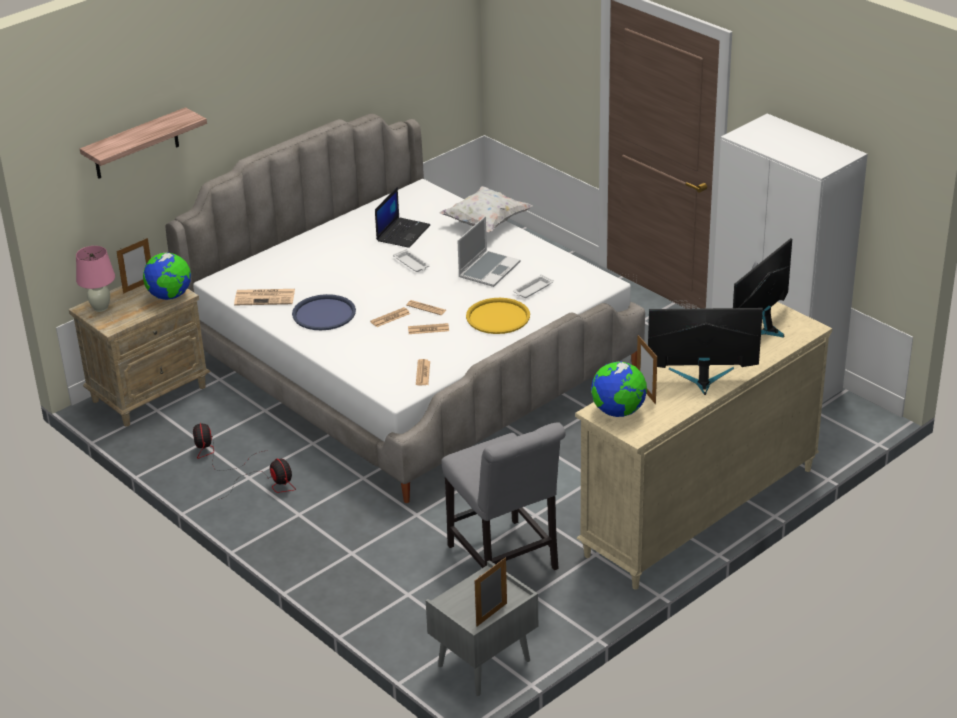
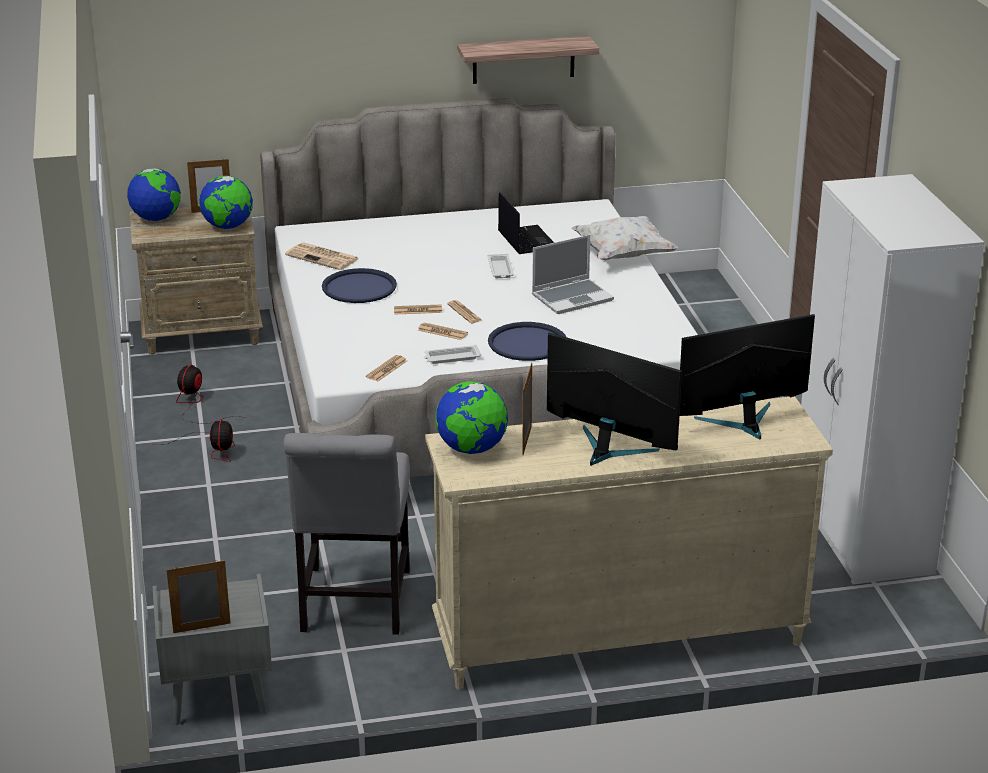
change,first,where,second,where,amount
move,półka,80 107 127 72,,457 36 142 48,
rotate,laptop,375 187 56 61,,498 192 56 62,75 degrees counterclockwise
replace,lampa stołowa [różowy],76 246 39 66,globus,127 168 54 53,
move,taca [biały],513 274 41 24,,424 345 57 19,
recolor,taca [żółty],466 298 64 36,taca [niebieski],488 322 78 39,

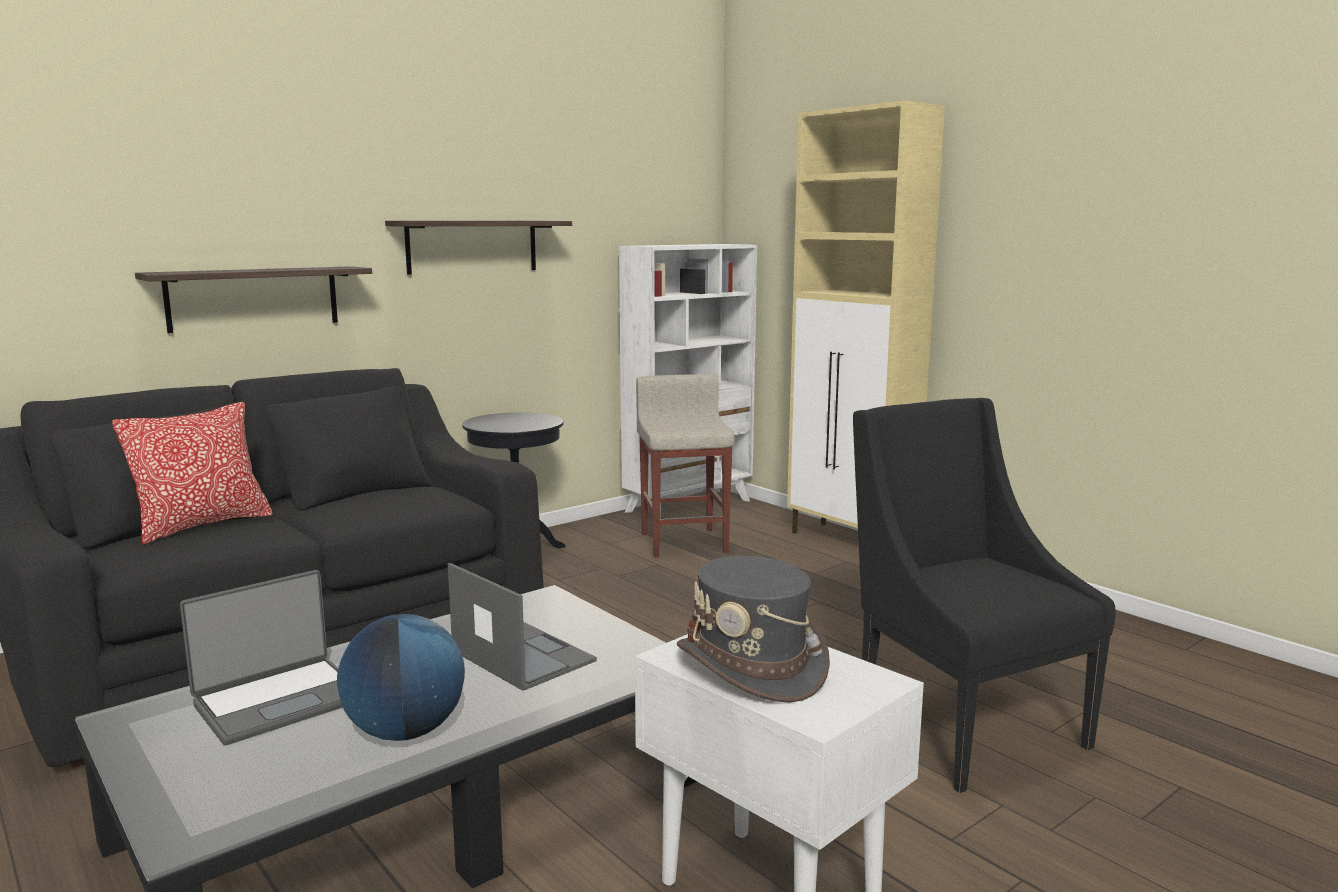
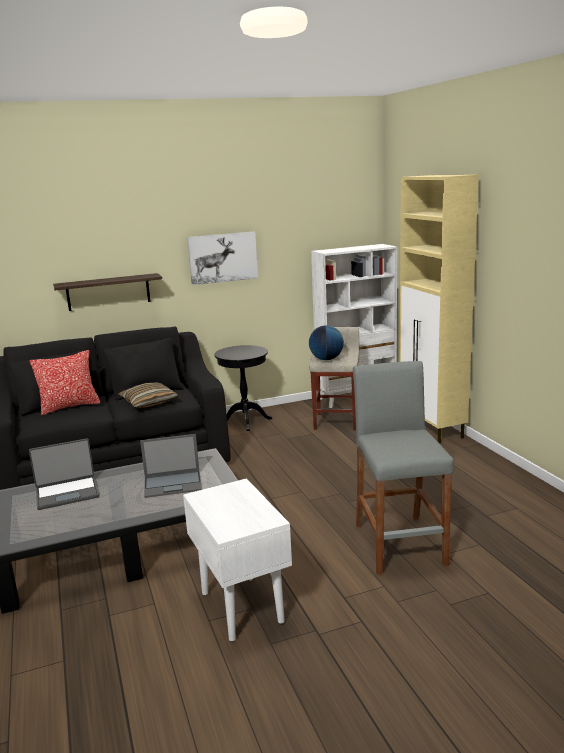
change,first,where,second,where,amount
replace,półka,385 221 187 54,obraz,187 232 71 53,
replace,fotel [czarny],853 398 263 395,stołek [szary],353 361 101 214,
delete,kapelusz [szary],677 556 153 147,,,
rotate,laptop,448 563 149 128,,140 434 62 64,105 degrees clockwise
move,globus,337 614 128 127,,309 325 35 35,
insert,,,poduszka,118 382 60 26,

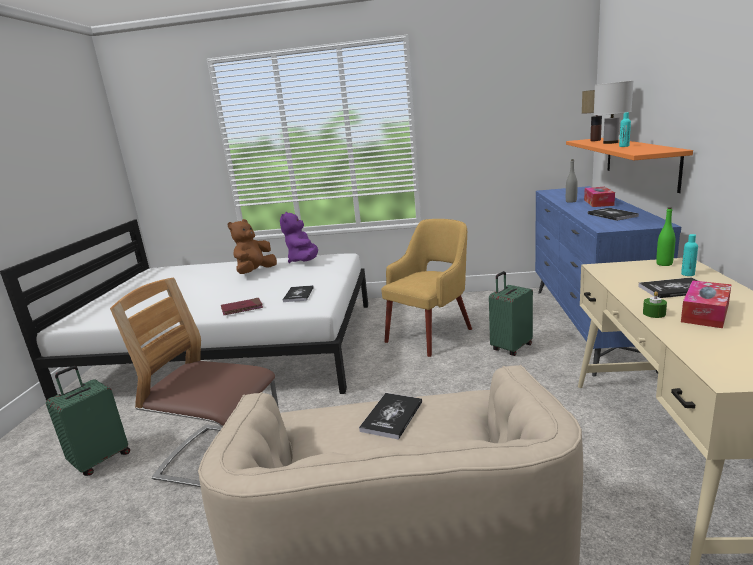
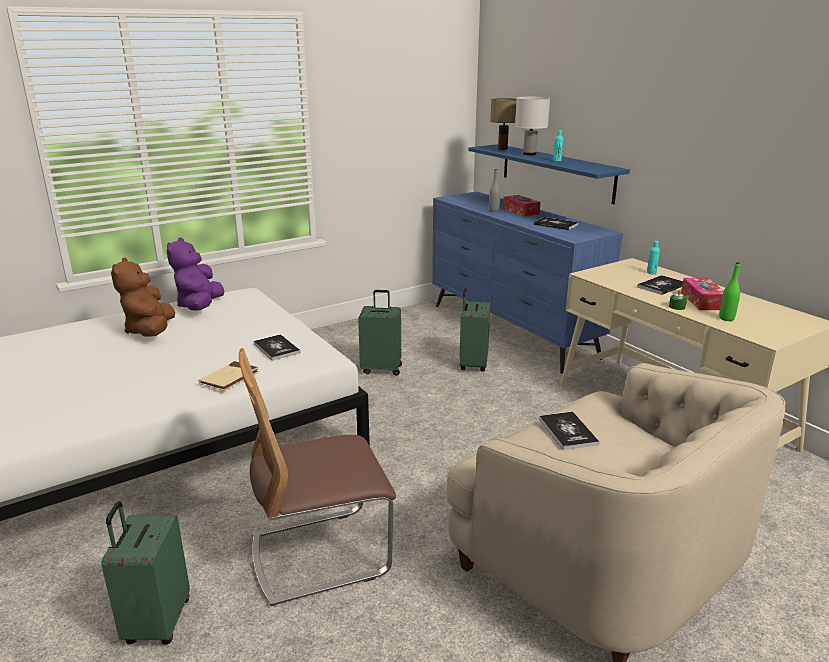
change,first,where,second,where,amount
recolor,półka [pomarańczowy],566 138 127 55,półka [niebieski],469 144 161 60,
move,butelka [zielony],656 207 19 59,,719 262 21 59,
rotate,pluszak [fioletowy],280 212 38 51,,167 237 57 73,45 degrees clockwise
replace,fotel [żółty],381 219 91 138,walizka [zielony],358 290 44 86,
recolor,książka [czerwony],221 298 42 17,książka [beżowy],199 361 60 30,

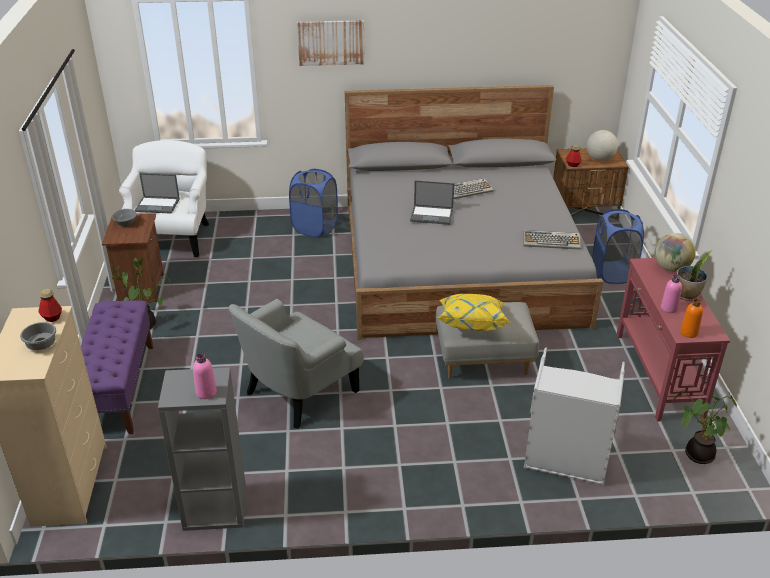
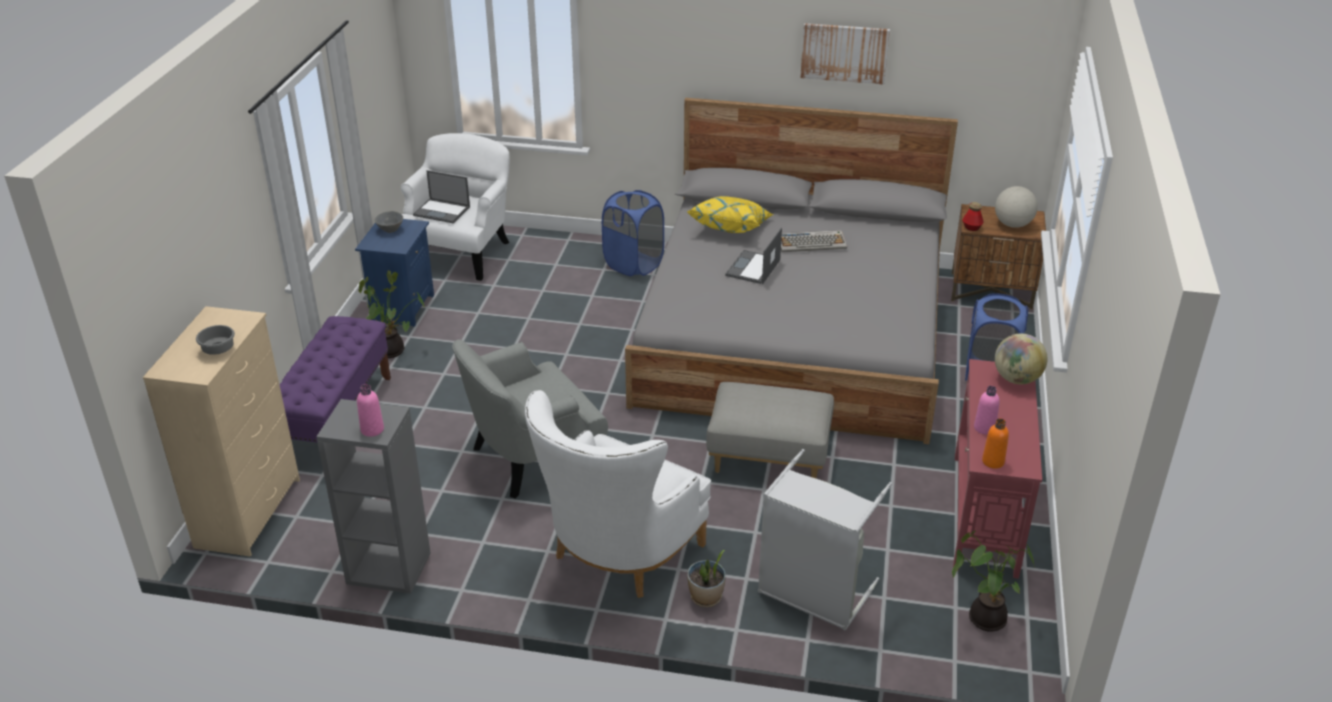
change,first,where,second,where,amount
move,obraz,297 20 68 46,,800 23 90 62,
rotate,laptop,410 180 44 45,,725 228 57 56,90 degrees clockwise
recolor,szafka nocna [brązowy],102 214 62 88,szafka nocna [niebieski],355 219 79 108,
delete,klawiatura,523 230 58 20,,,
move,roślina doniczkowa,676 251 36 50,,687 550 39 57,
delete,butelka,38 289 24 33,,,
move,poduszka [żółty],437 294 73 37,,686 196 87 37,
insert,,,fotel [biały],525 390 186 208,

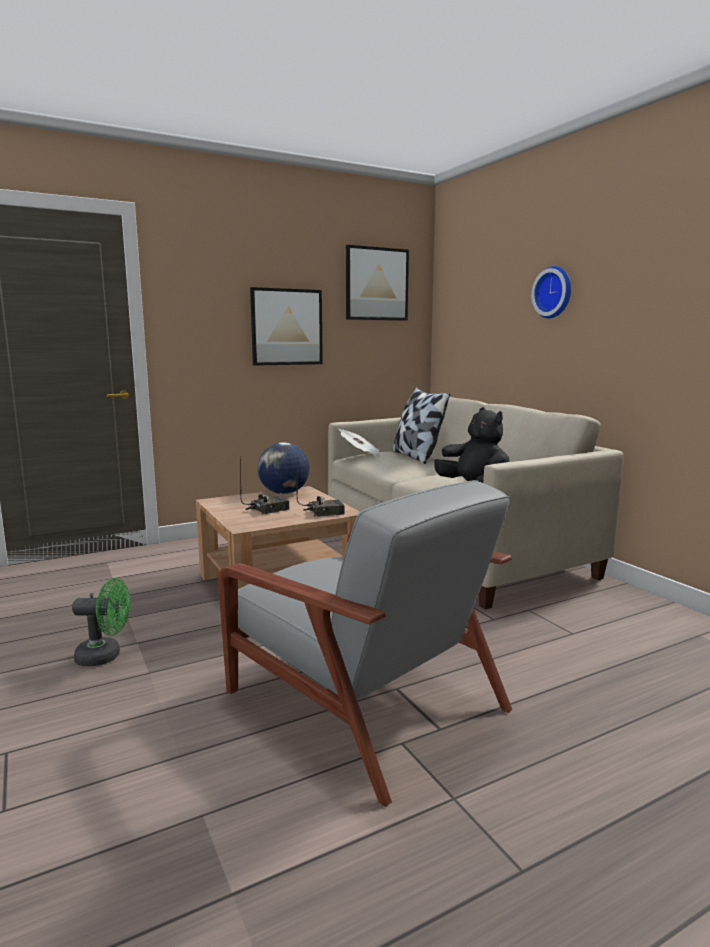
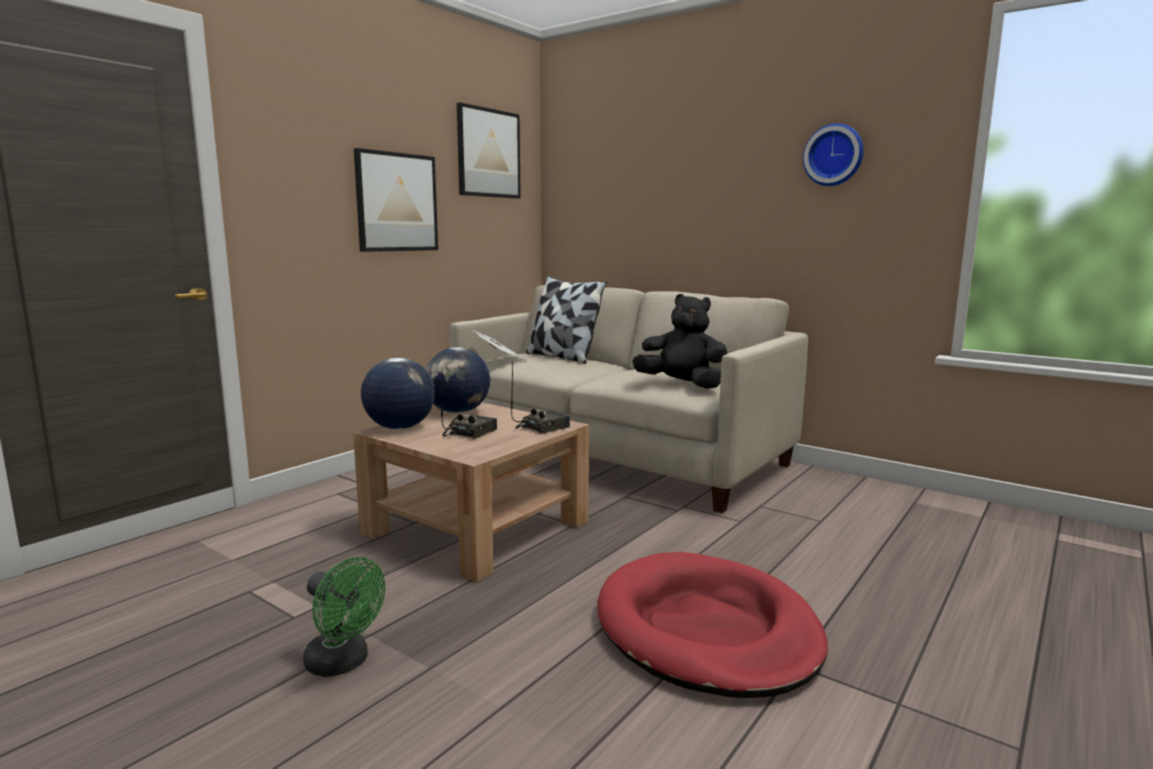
change,first,where,second,where,amount
move,zegar ścienny,531 266 40 52,,803 123 61 63,
replace,fotel [szary],218 480 294 327,legowisko [czerwony],597 552 231 146,
rotate,wentylator [zielony],72 578 58 88,,303 557 82 120,60 degrees clockwise
insert,,,globus,361 357 74 72,

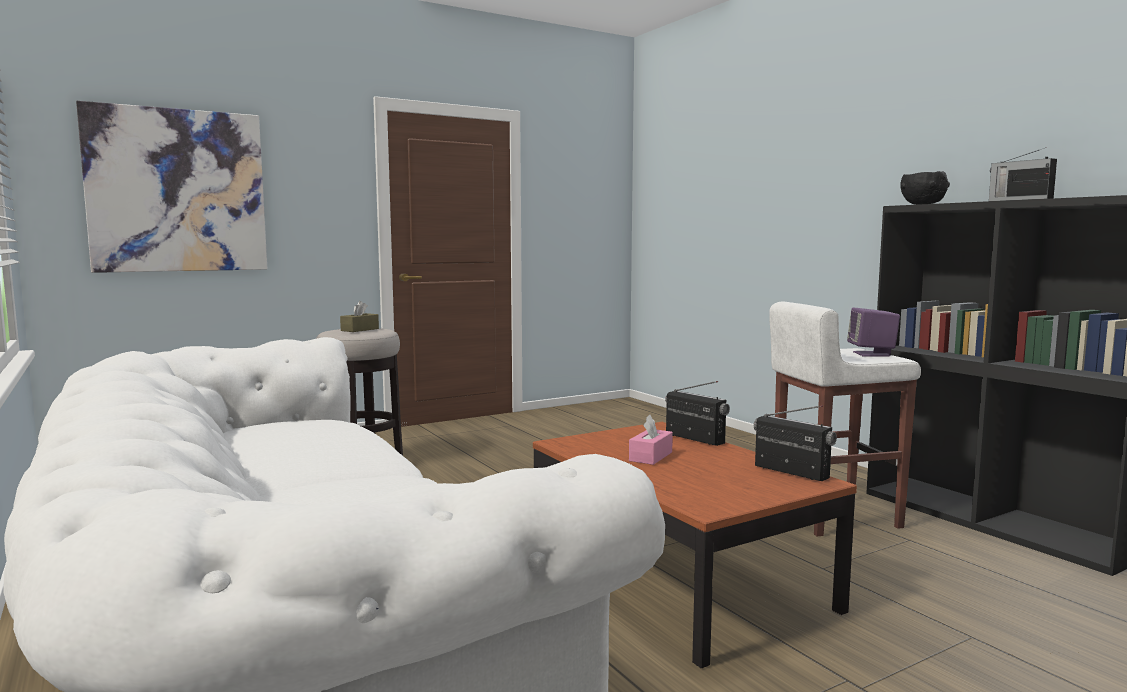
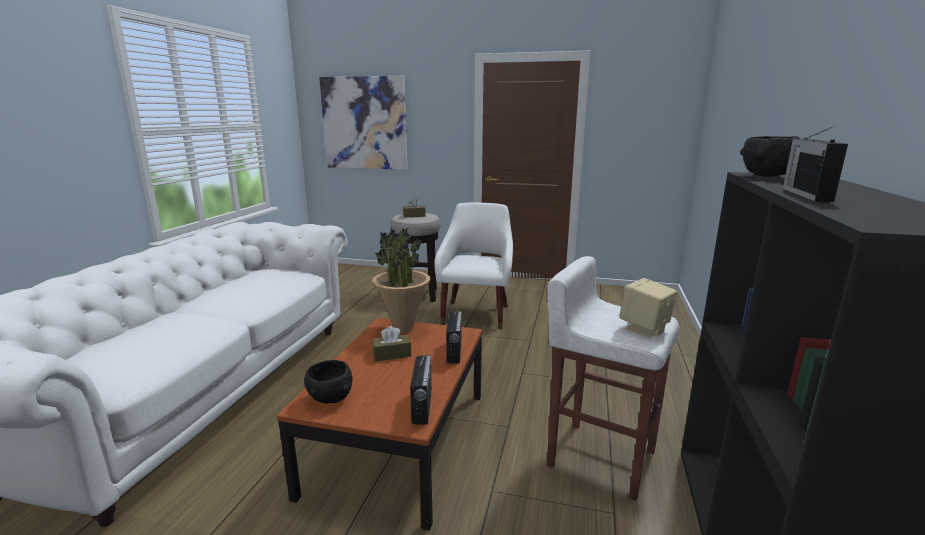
change,first,where,second,where,amount
recolor,głośnik [fioletowy],847 308 53 49,głośnik [beżowy],619 278 58 59,
recolor,pudełko chusteczek [różowy],629 415 44 50,pudełko chusteczek [brązowy],372 326 39 35,
insert,,,fotel [biały],434 203 79 126,
insert,,,roślina doniczkowa,372 227 58 106,
insert,,,miska [czarny],304 360 49 44,

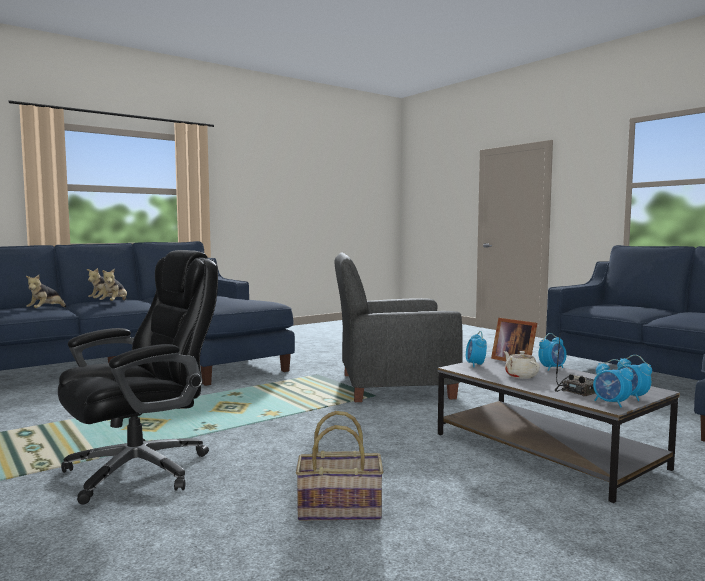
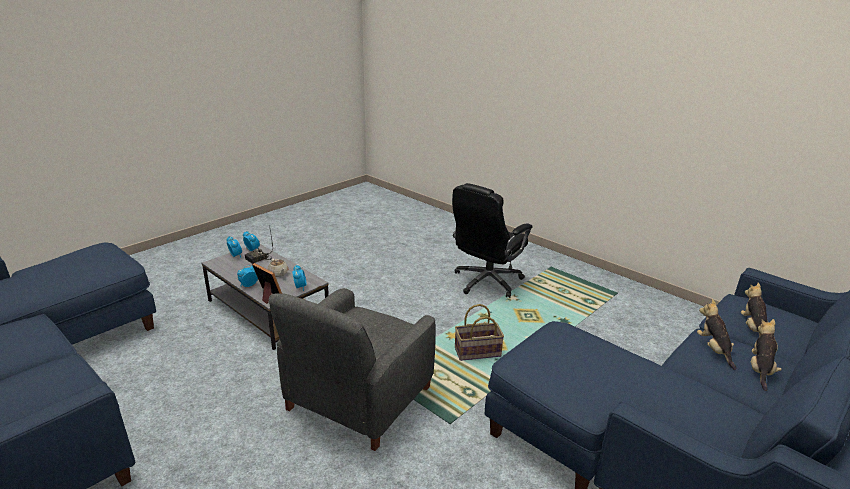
change,first,where,second,where,amount
rotate,fotel [szary],334 252 129 150,,269 288 166 163,135 degrees clockwise
move,koszyk,296 411 87 109,,455 304 49 57,

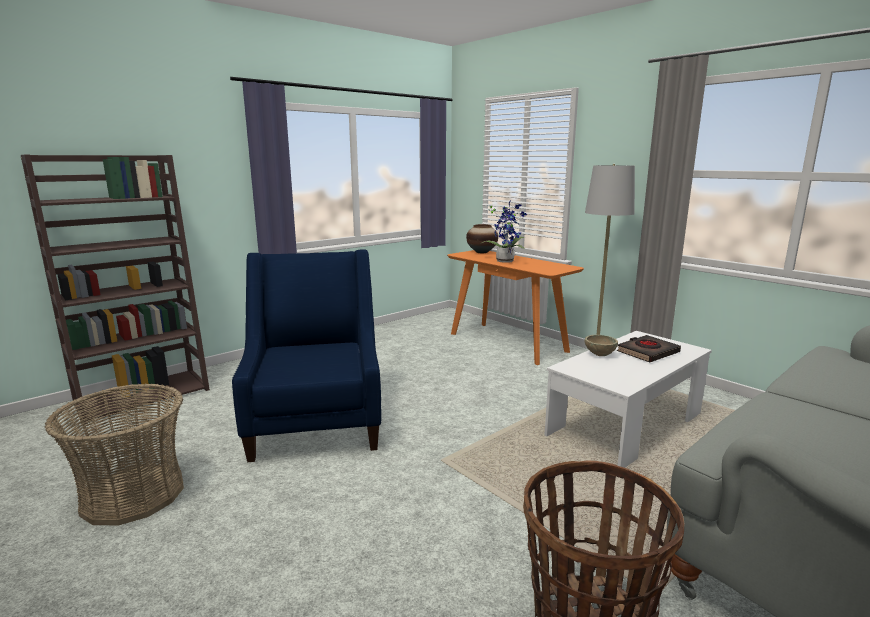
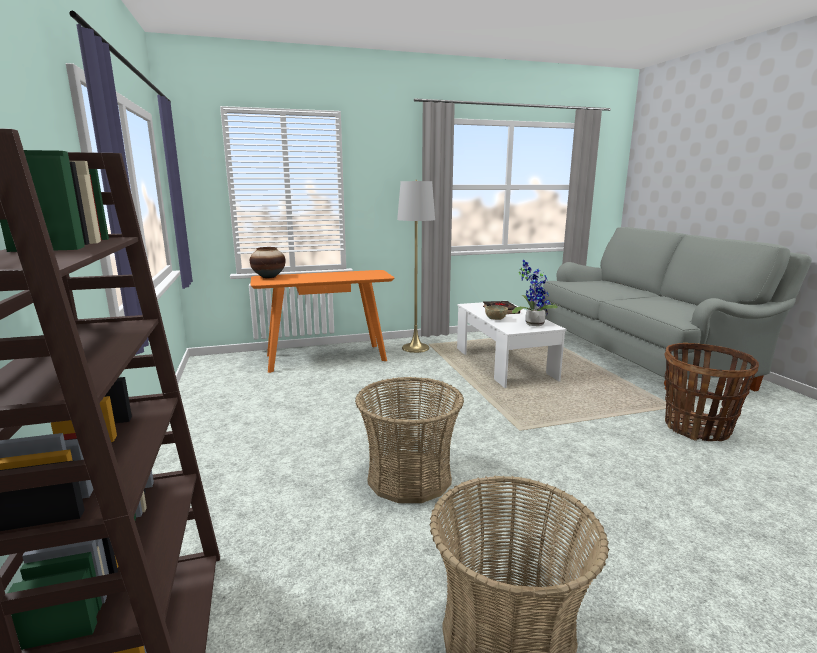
change,first,where,second,where,amount
move,roślina doniczkowa,480 202 47 61,,512 260 47 66,
replace,fotel [niebieski],232 249 149 213,koszyk,355 377 109 126,

